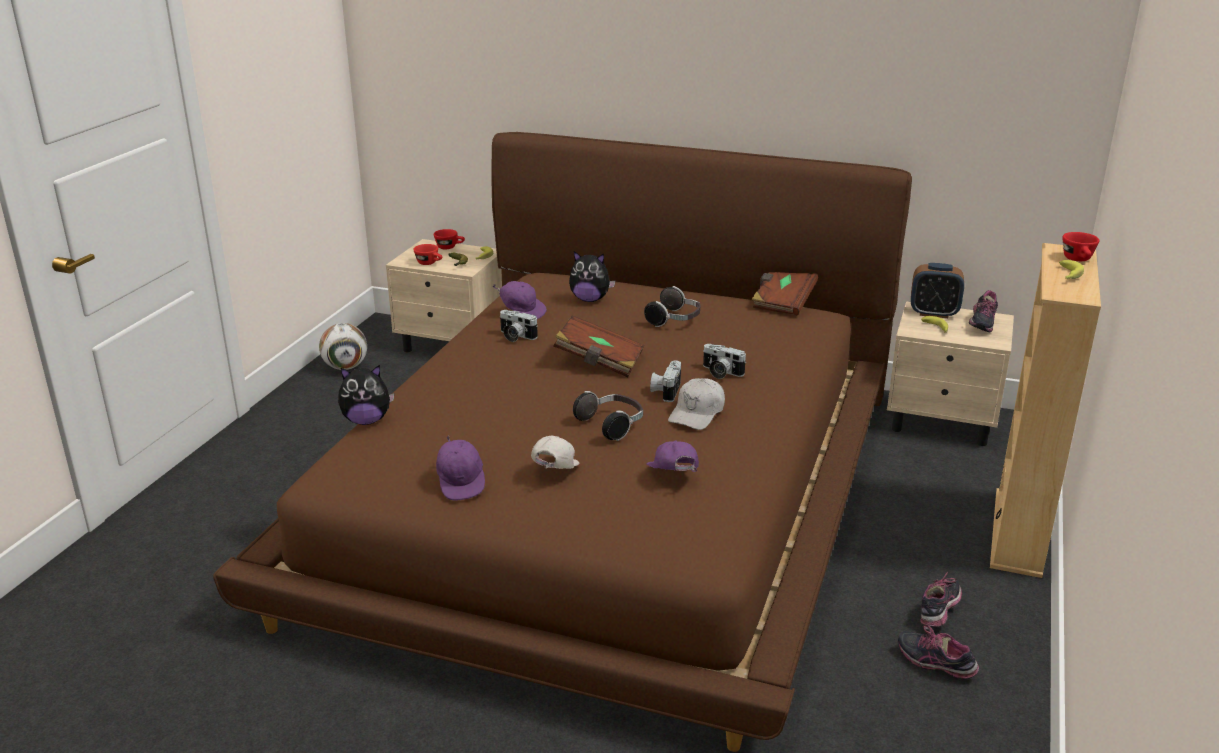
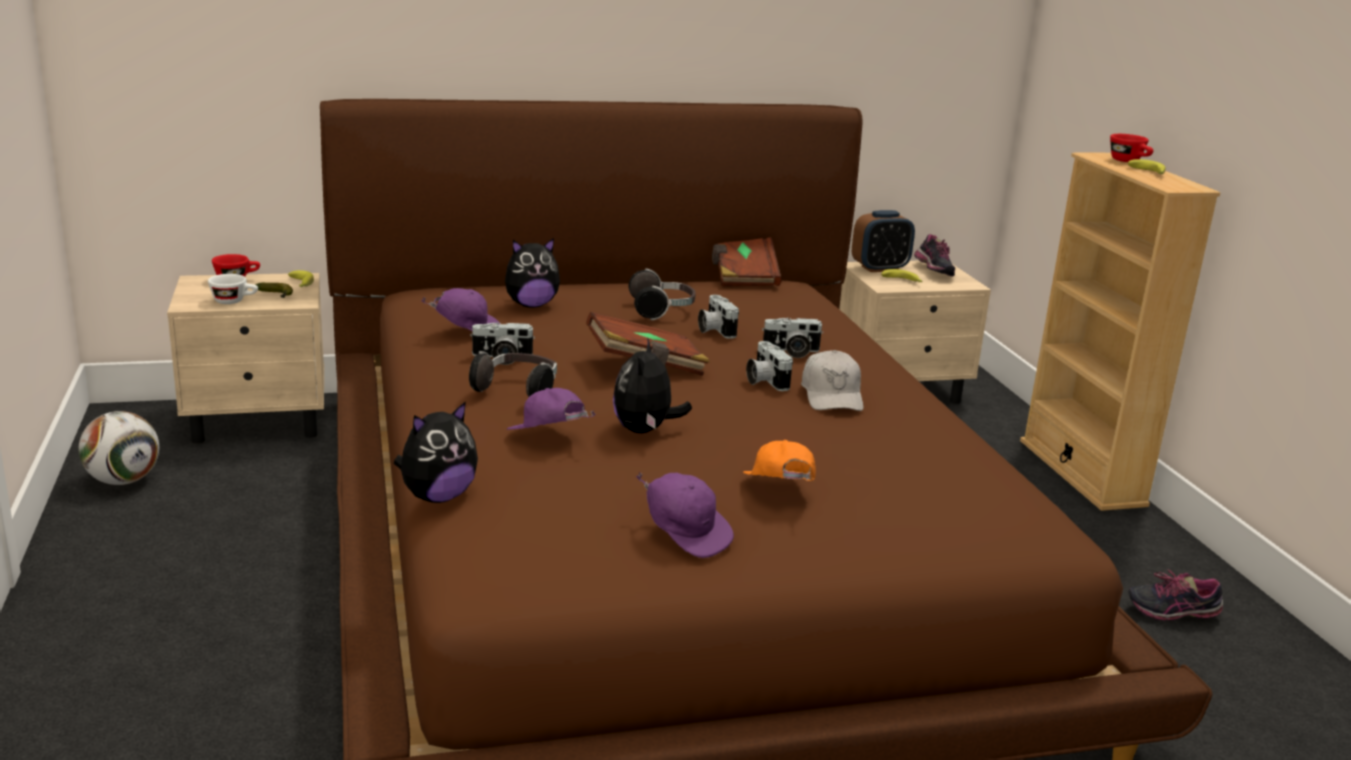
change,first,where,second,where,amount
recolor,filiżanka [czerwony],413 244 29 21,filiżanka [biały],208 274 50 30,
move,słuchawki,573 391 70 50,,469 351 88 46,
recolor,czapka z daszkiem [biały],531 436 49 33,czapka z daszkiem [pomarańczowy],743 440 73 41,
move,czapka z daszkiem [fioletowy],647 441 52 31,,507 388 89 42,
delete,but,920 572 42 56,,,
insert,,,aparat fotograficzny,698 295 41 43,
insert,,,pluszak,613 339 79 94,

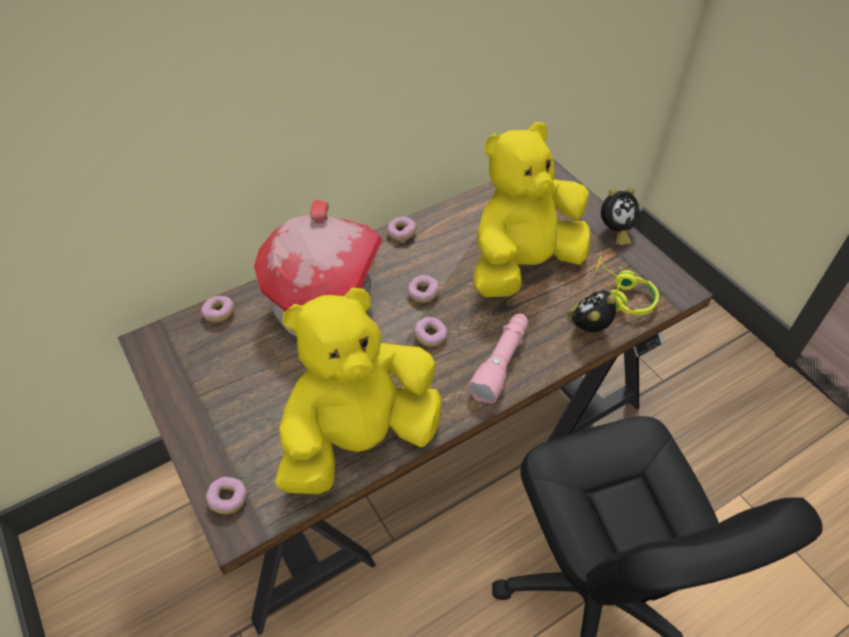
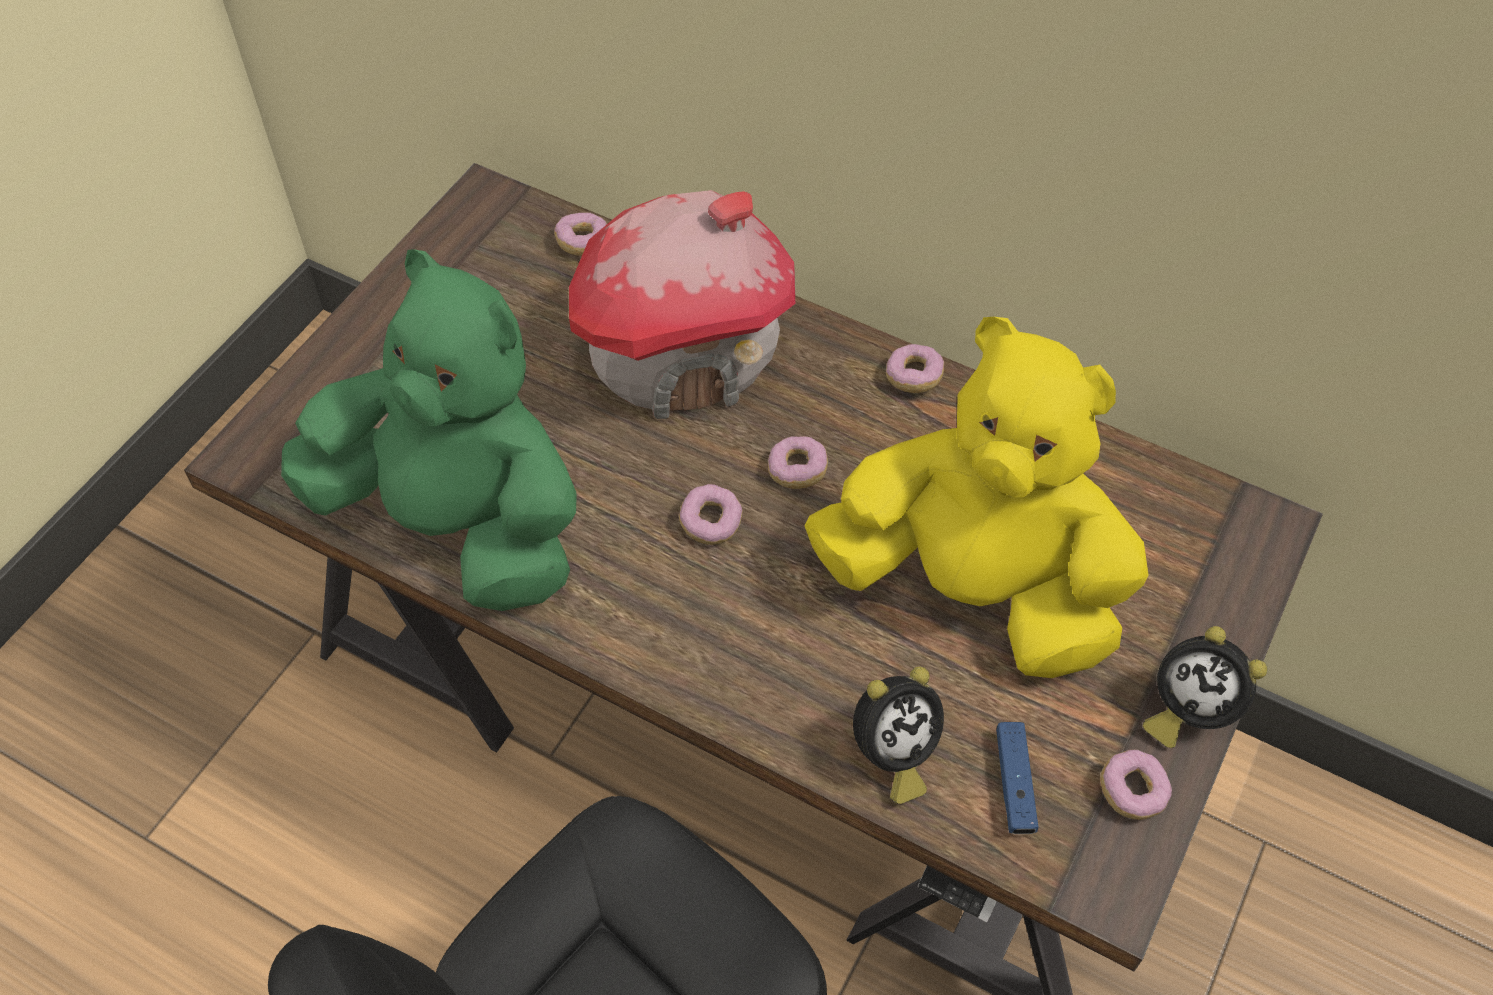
change,first,where,second,where,amount
replace,słuchawki [żółty],594 256 65 60,pad do gier [niebieski],996 722 42 112,
recolor,pluszak [żółty],275 288 167 206,pluszak [zielony],281 249 296 362,
rotate,budzik,567 290 50 42,,853 666 91 138,135 degrees clockwise
delete,latarka [różowy],467 314 61 90,,,
move,donut,206 477 41 37,,1100 750 72 70,

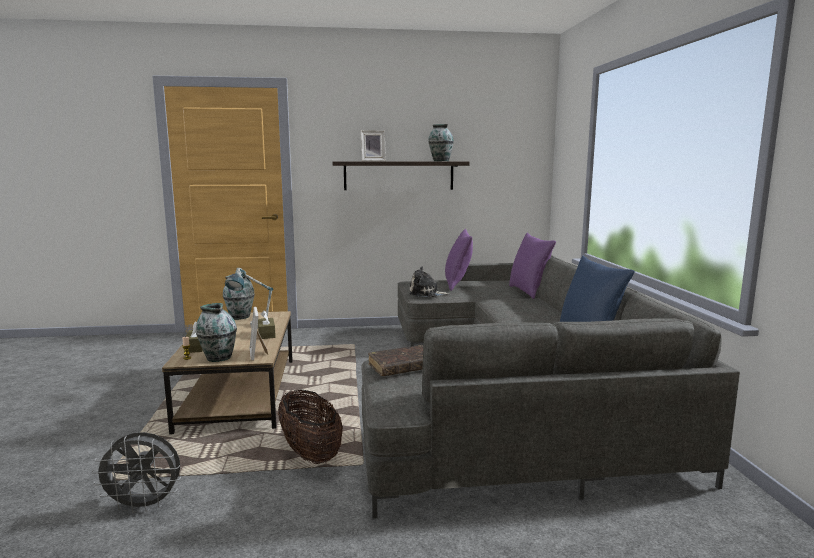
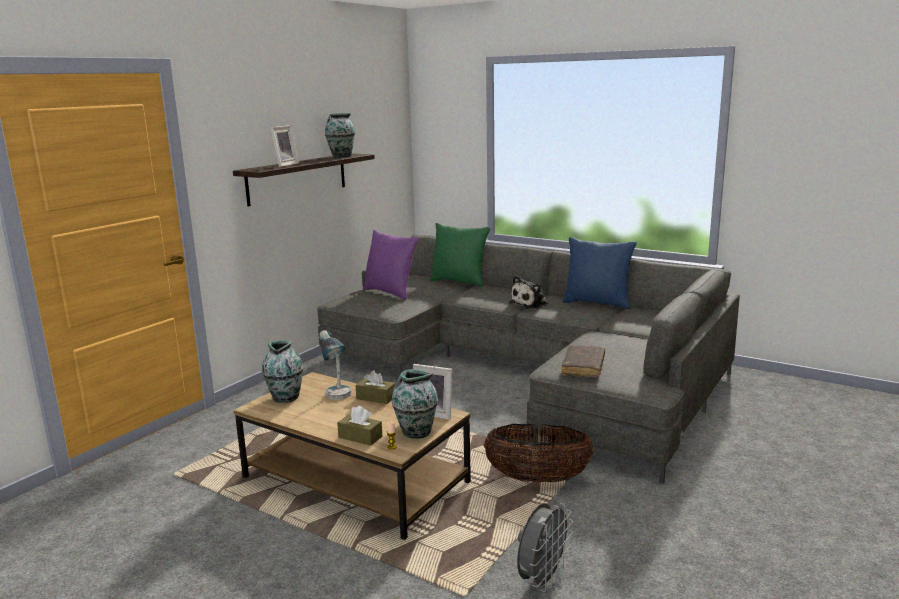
change,first,where,second,where,amount
recolor,poduszka [fioletowy],509 233 47 66,poduszka [zielony],430 223 61 64,
move,pluszak,409 266 41 31,,509 275 39 34,

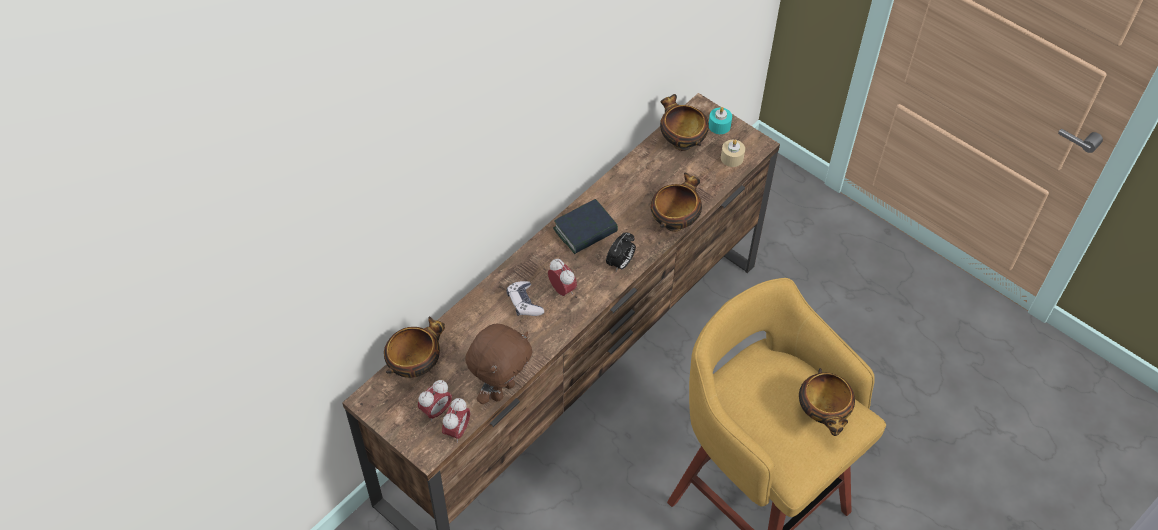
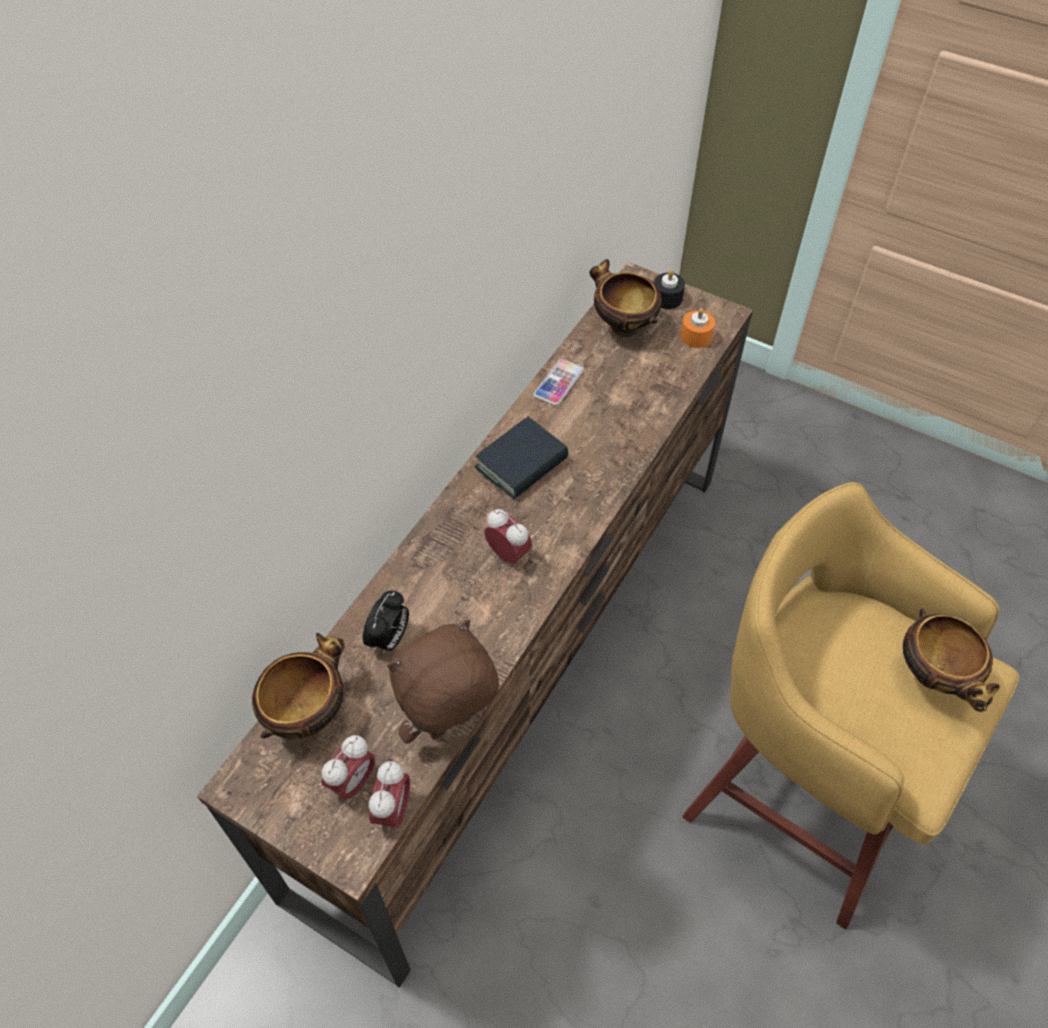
change,first,where,second,where,amount
recolor,świeca [turkusowy],709 107 23 27,świeca [czarny],654 269 31 40,
recolor,świeca [beżowy],721 140 24 27,świeca [pomarańczowy],681 308 34 40,
delete,miska,651 173 51 59,,,
move,budzik,606 232 30 39,,363 591 46 63,
delete,pad do gier,506 281 38 35,,,
rotate,pluszak [brązowy],465 324 68 80,,387 619 112 125,150 degrees counterclockwise
insert,,,telefon,534 359 50 47,

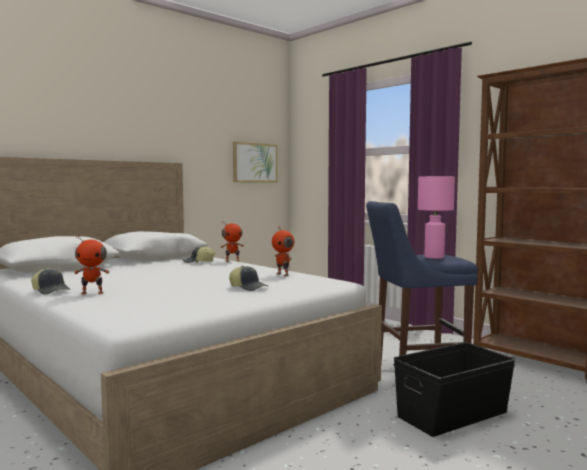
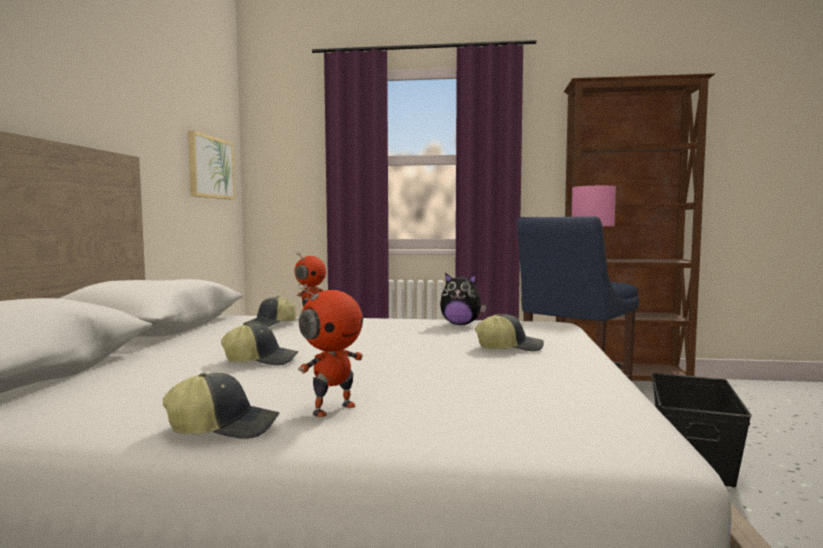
change,first,where,second,where,amount
replace,robot zabawkowy,272 227 22 49,pluszak,440 273 46 52,
insert,,,czapka z daszkiem,221 323 78 42,

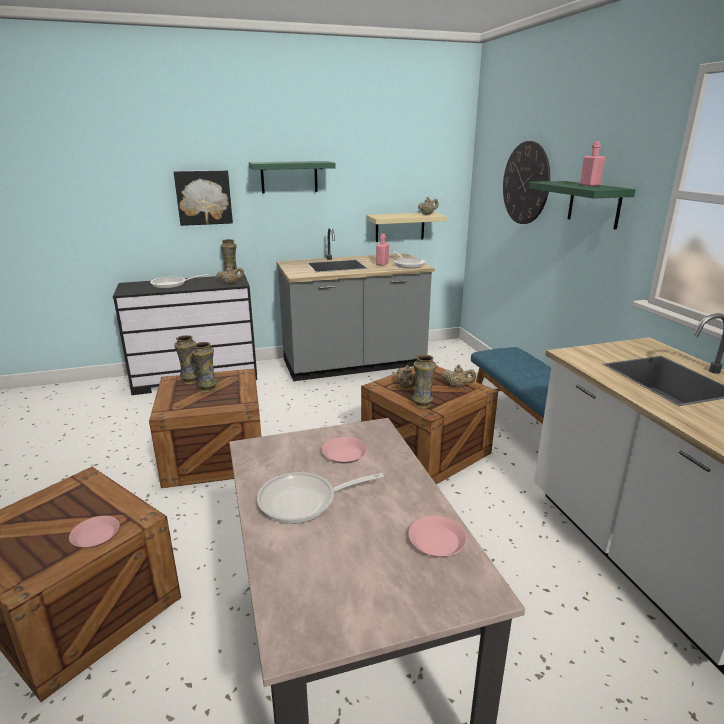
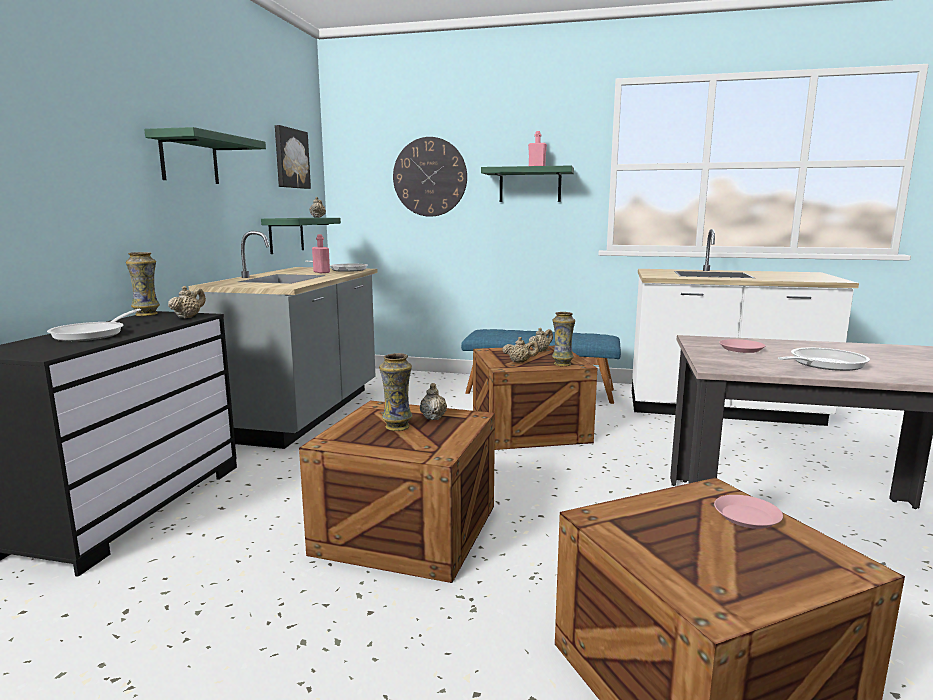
change,first,where,second,where,amount
move,obraz,174 170 59 56,,275 125 36 64,
recolor,półka [beżowy],366 212 81 30,półka [zielony],261 218 80 36,
delete,wazon,174 335 24 50,,,
rotate,patelnia,257 472 127 52,,778 348 92 23,135 degrees counterclockwise
delete,talerz [różowy],408 516 59 41,,,
insert,,,imbryk [beżowy],420 383 27 37,

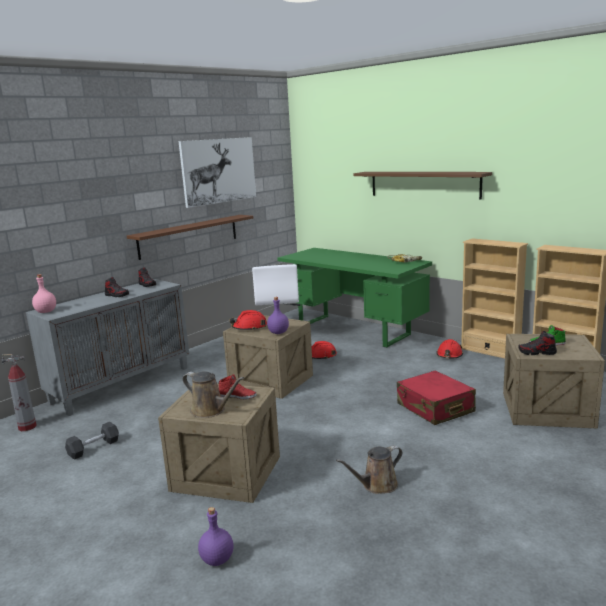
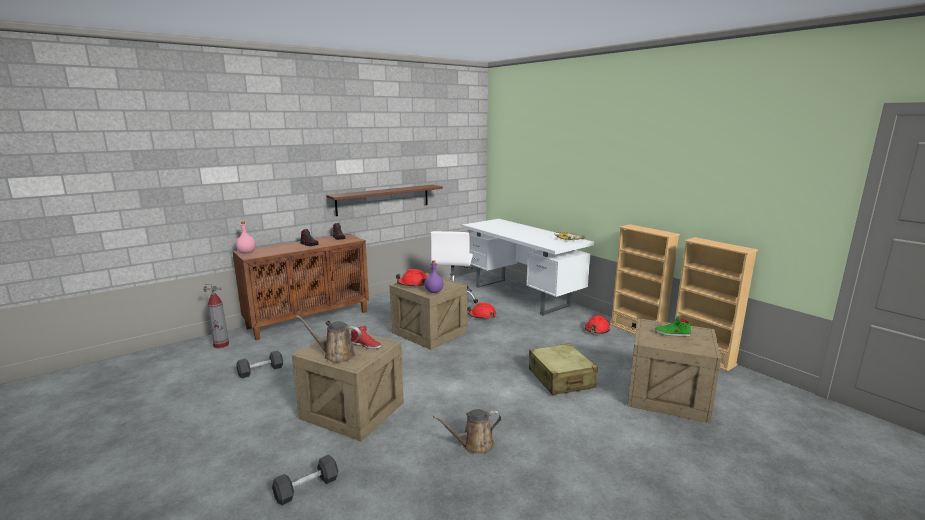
change,first,where,second,where,amount
delete,obraz,179 137 77 71,,,
delete,półka [brązowy],354 172 138 27,,,
recolor,biurko [zielony],277 248 155 100,biurko [biały],462 219 132 97,
recolor,szafka [szary],26 279 163 137,szafka [brązowy],232 234 137 106,
delete,but,518 331 39 24,,,
recolor,walizka [czerwony],397 370 79 55,walizka [beżowy],529 343 69 52,
rotate,konewka [brązowy],183 372 61 46,,296 315 65 48,150 degrees clockwise
replace,butelka [fioletowy],198 507 35 59,hantel [czarny],272 455 66 51,

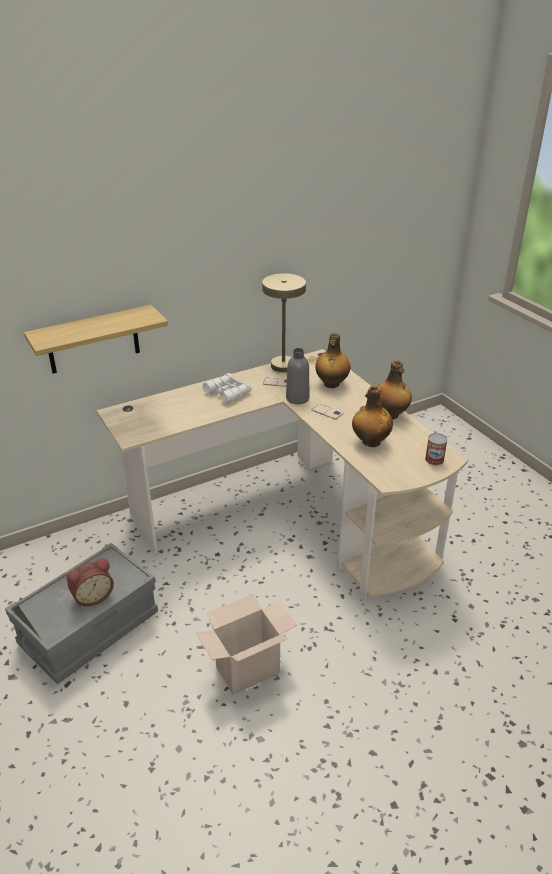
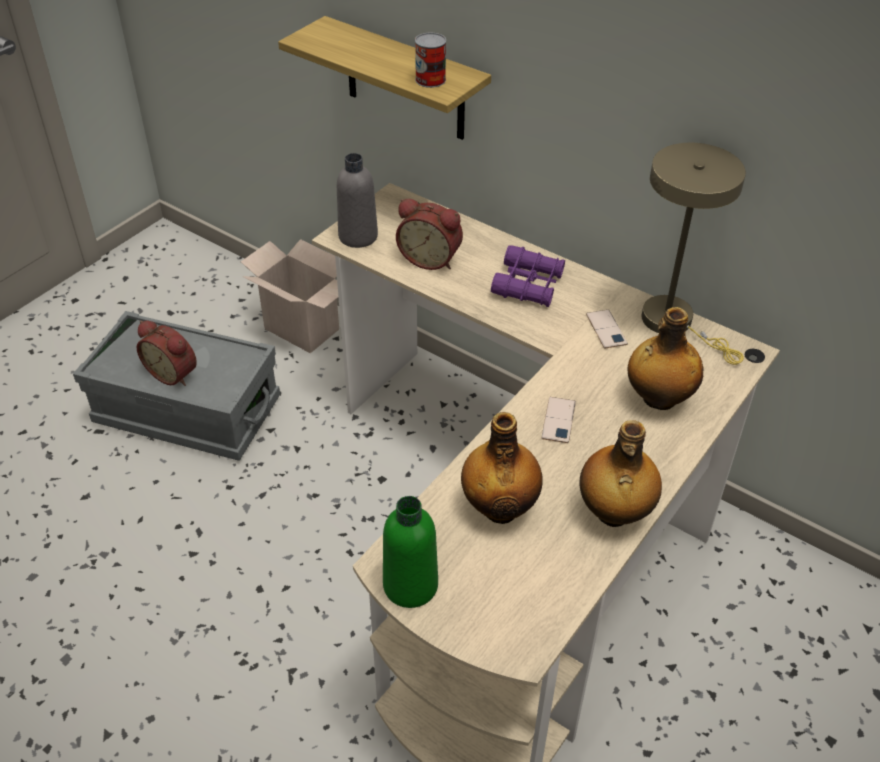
change,first,where,second,where,amount
move,butelka [szary],286 348 23 56,,337 153 41 95,
recolor,lornetka [biały],203 373 49 30,lornetka [fioletowy],491 245 74 62,
move,puszka,425 433 23 32,,415 33 31 55,
move,karton,196 594 101 101,,241 239 98 114,
insert,,,budzik,396 199 67 71,
insert,,,butelka [zielony],383 496 55 112,

